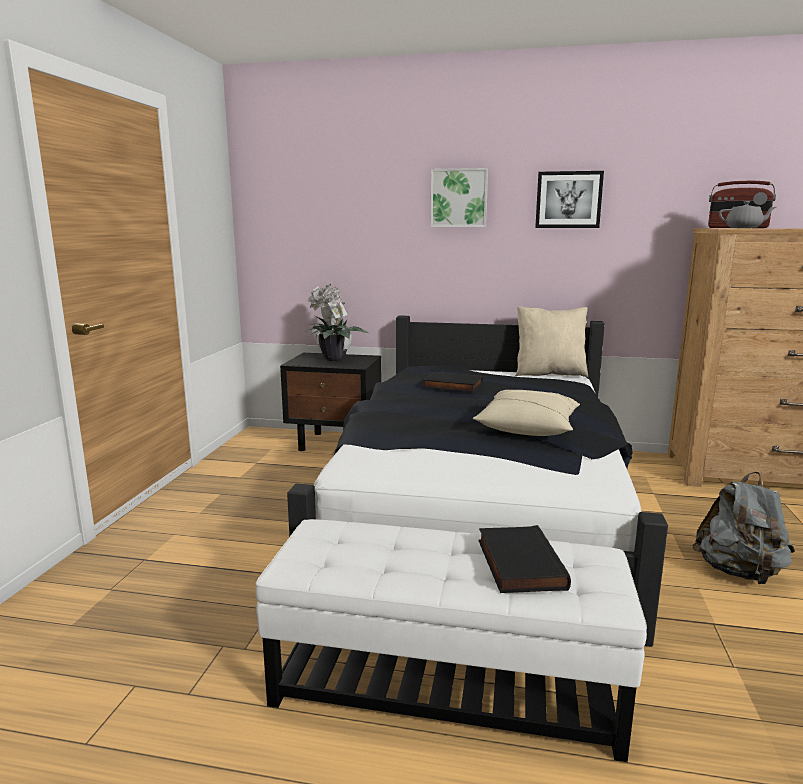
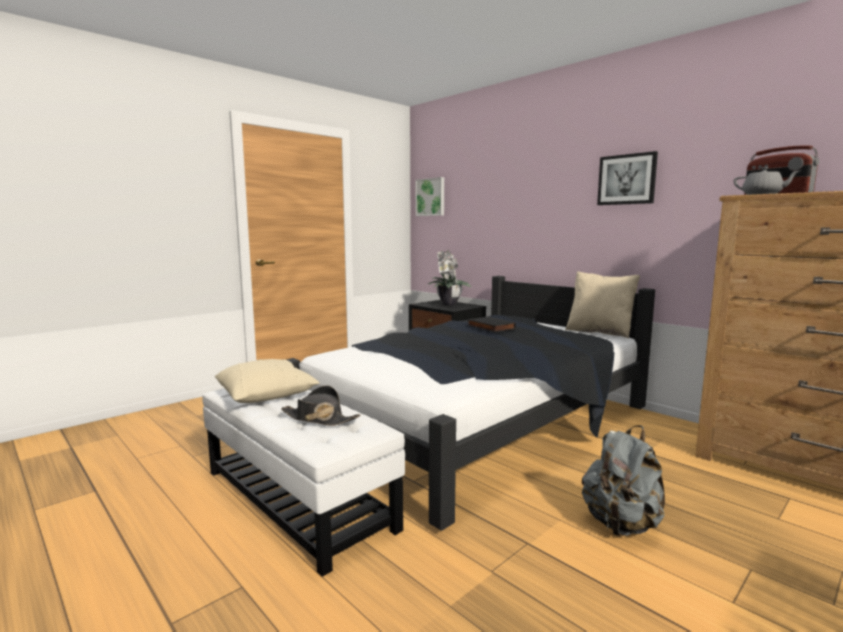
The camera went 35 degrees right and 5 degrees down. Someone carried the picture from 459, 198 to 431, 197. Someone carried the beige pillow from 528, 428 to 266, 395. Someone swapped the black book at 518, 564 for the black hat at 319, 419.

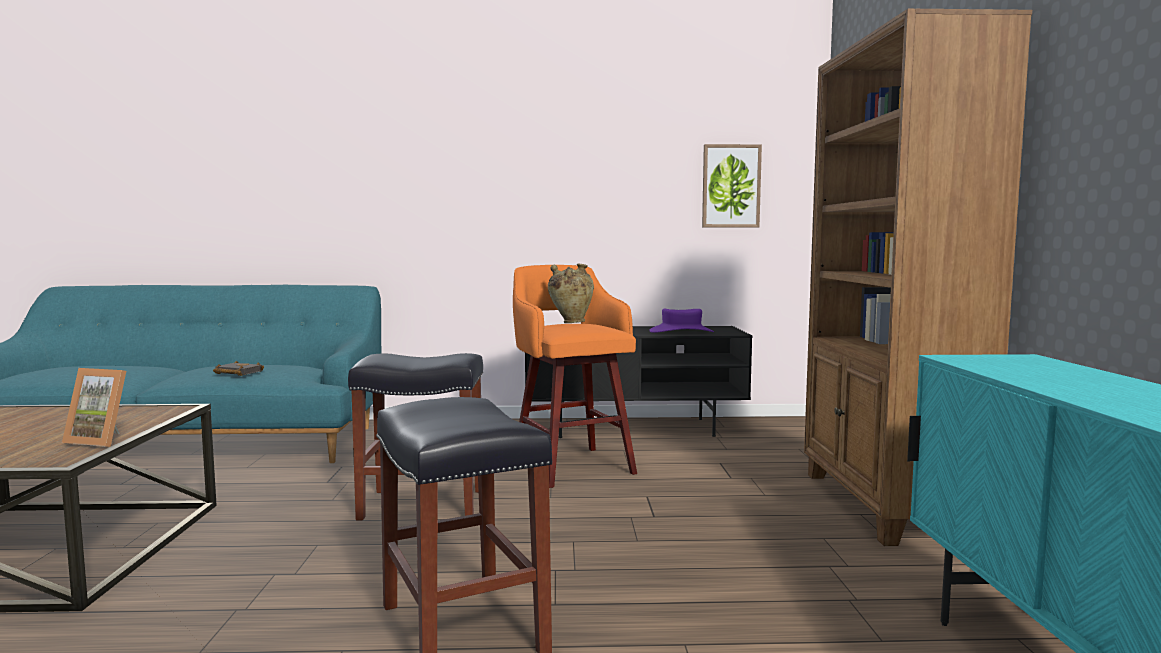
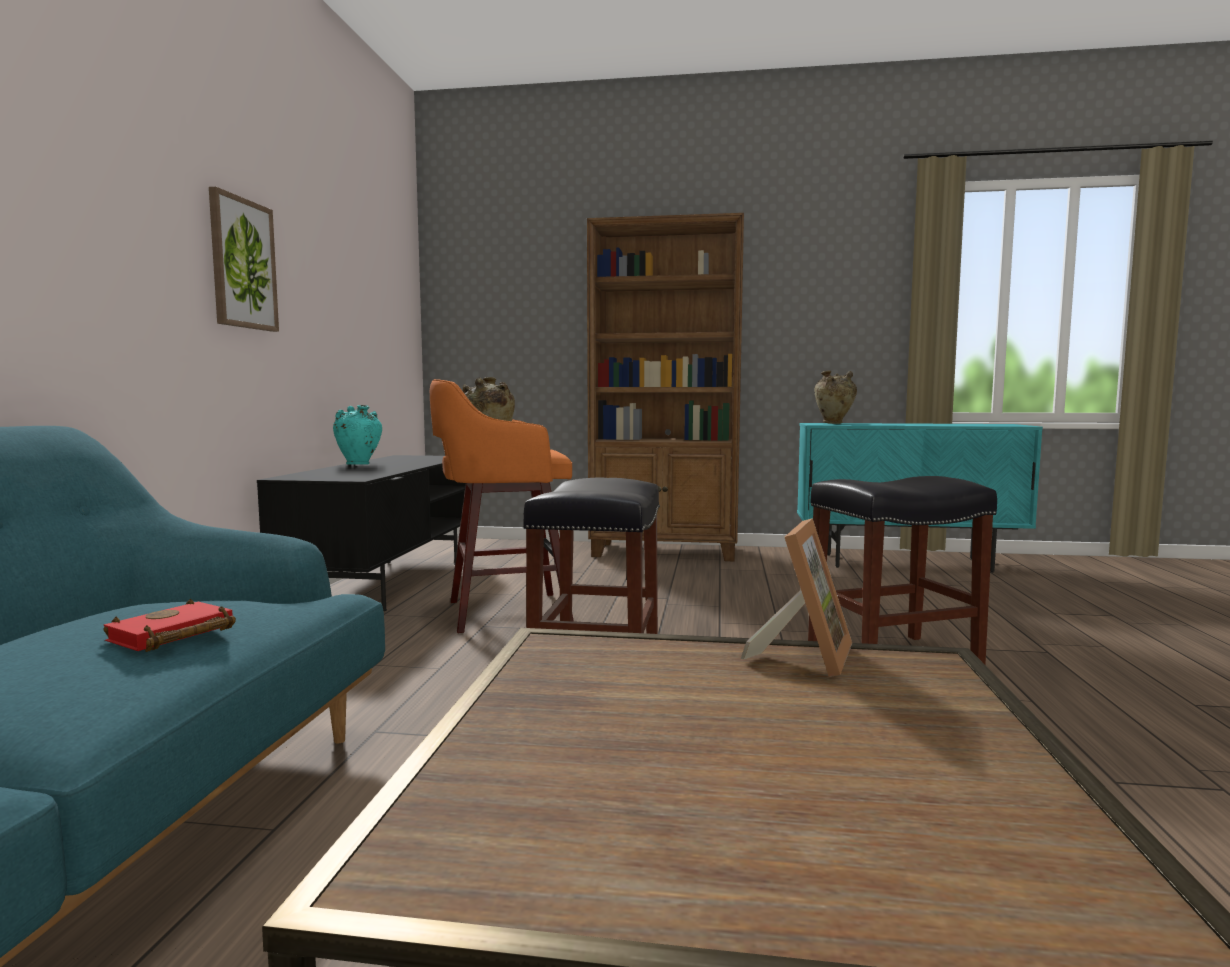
The camera went 80 degrees left and 0 degrees up. Someone took away the purple hat at 681, 331. Someone put down the turquoise vase at 359, 465. Someone put down the beige vase at 834, 423. Someone carried the picture from 731, 186 to 242, 264. Someone repainted the black book at 236, 373, which became the red book at 171, 636.

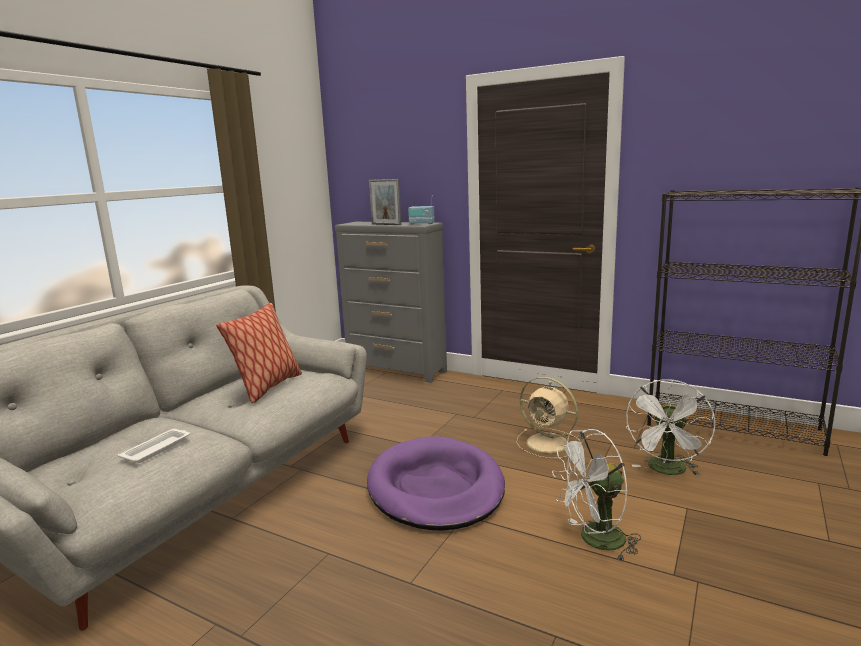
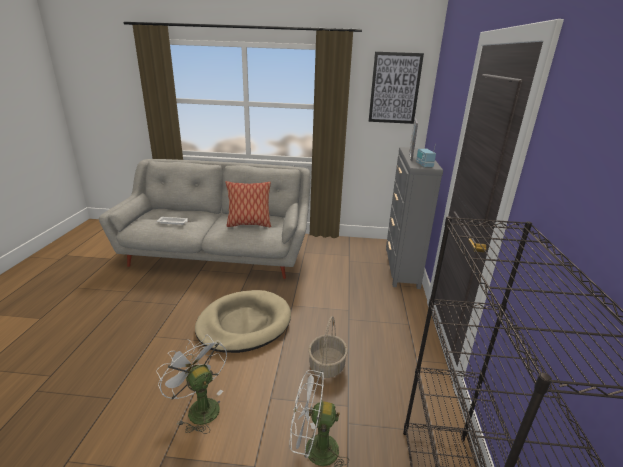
The camera went 65 degrees right and 10 degrees up. Someone put up the picture at 394, 88. Someone swapped the beige fan at 549, 443 for the basket at 327, 366. Someone repainted the purple dog bed at 435, 488, which became the beige dog bed at 244, 324.

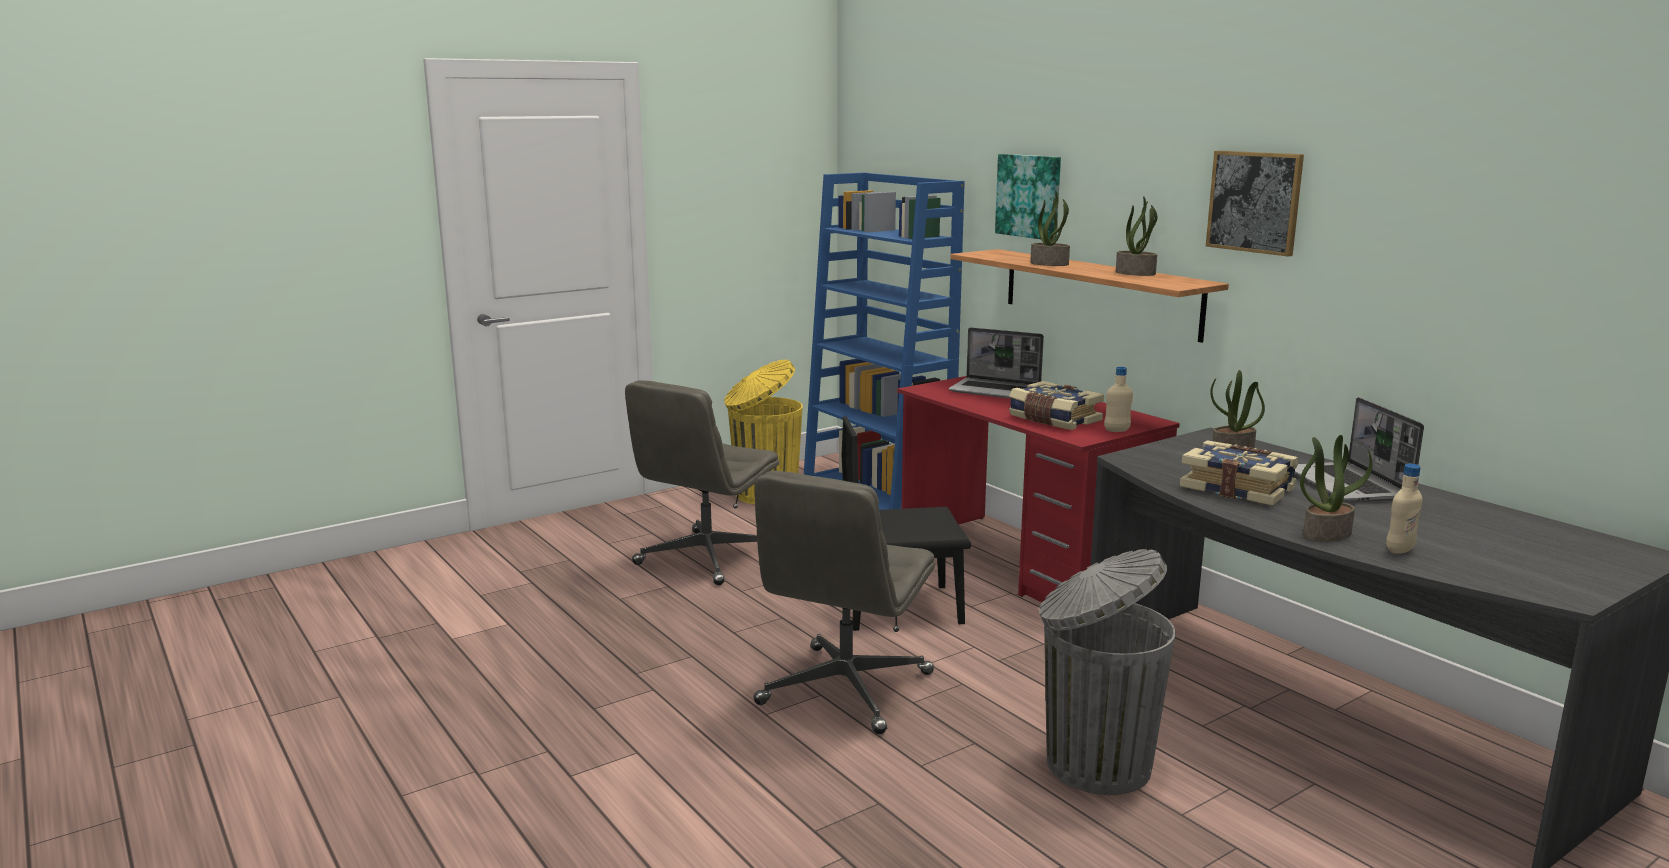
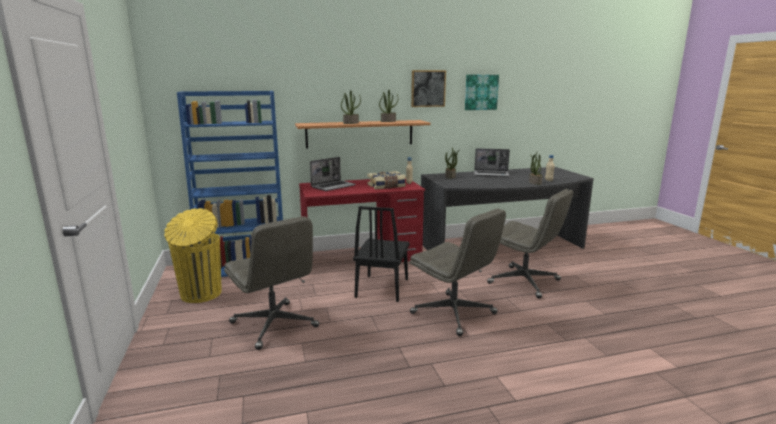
The camera went 70 degrees left and 0 degrees up. Someone took away the book at 1238, 488. Someone carried the picture from 1030, 196 to 480, 92. Someone swapped the grey trash can at 1094, 764 for the grey office chair at 525, 282.

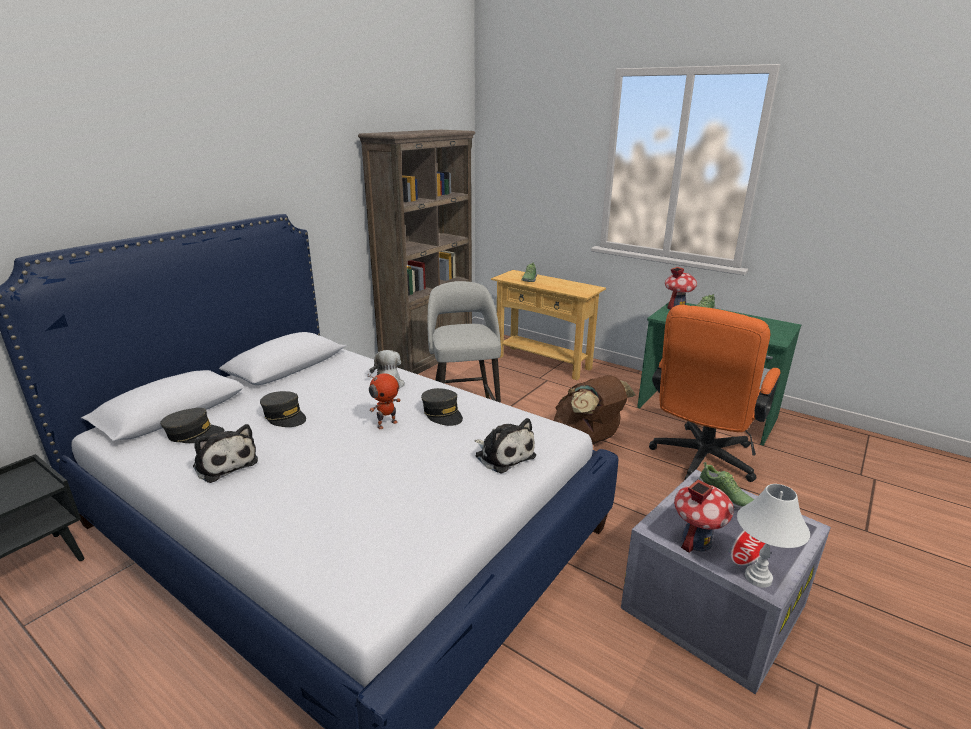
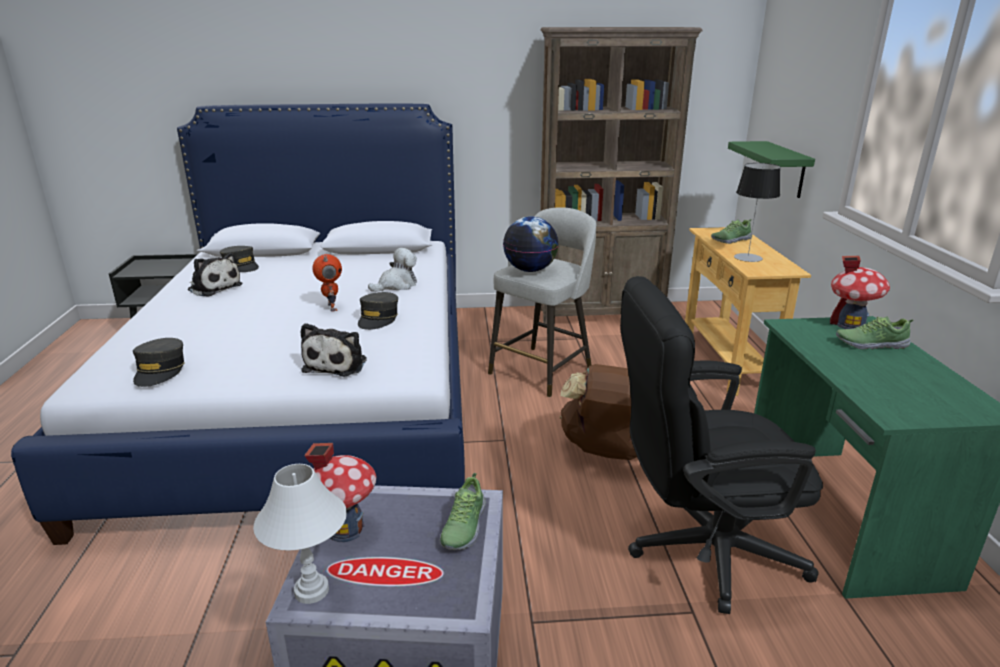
The camera went 50 degrees right and 0 degrees up. Someone put down the globe at 530, 270. Someone put up the green shelf at 786, 169. Someone put down the table lamp at 747, 257. Someone carried the grey cap from 284, 416 to 160, 371. Someone repainted the orange office chair at 700, 461, which became the black office chair at 699, 550. Someone rotated the plush toy at 225, 463 by 60 degrees counterclockwise. Someone rotated the toy robot at 386, 424 by 120 degrees counterclockwise.

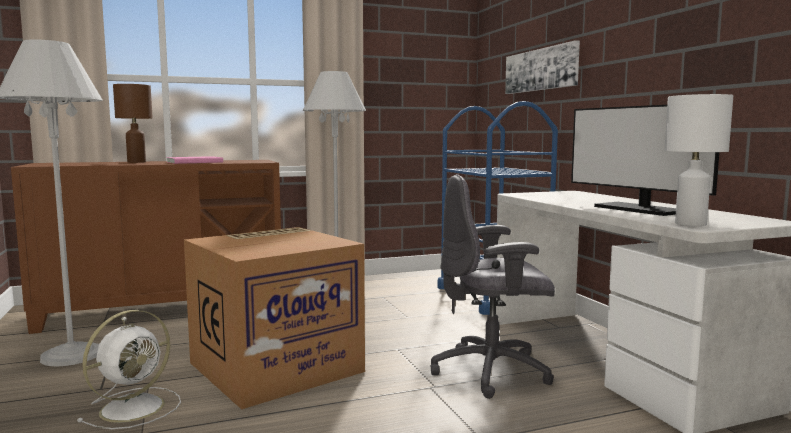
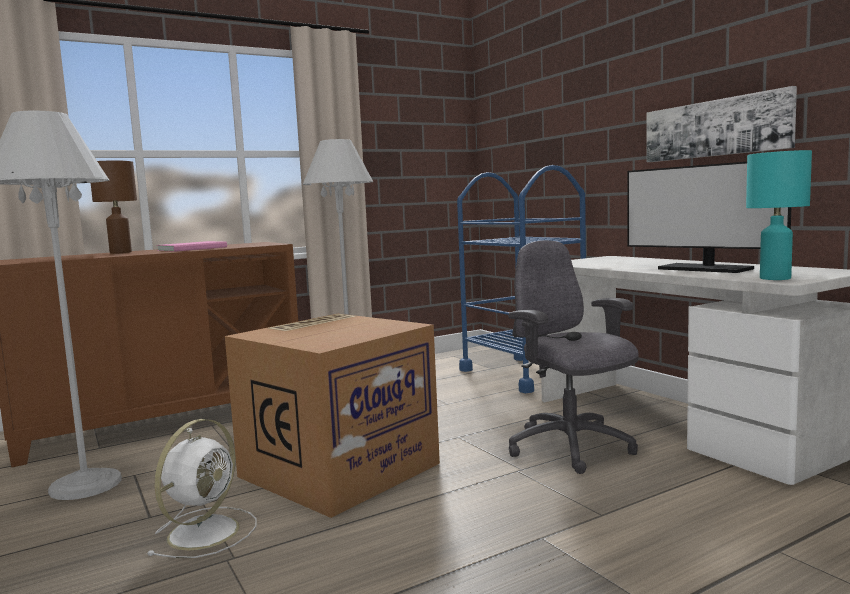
The camera went 10 degrees left and 0 degrees up. Someone carried the picture from 541, 70 to 716, 128. Someone repainted the white table lamp at 691, 224, which became the turquoise table lamp at 776, 278. Someone rotated the grey office chair at 492, 372 by 75 degrees clockwise.

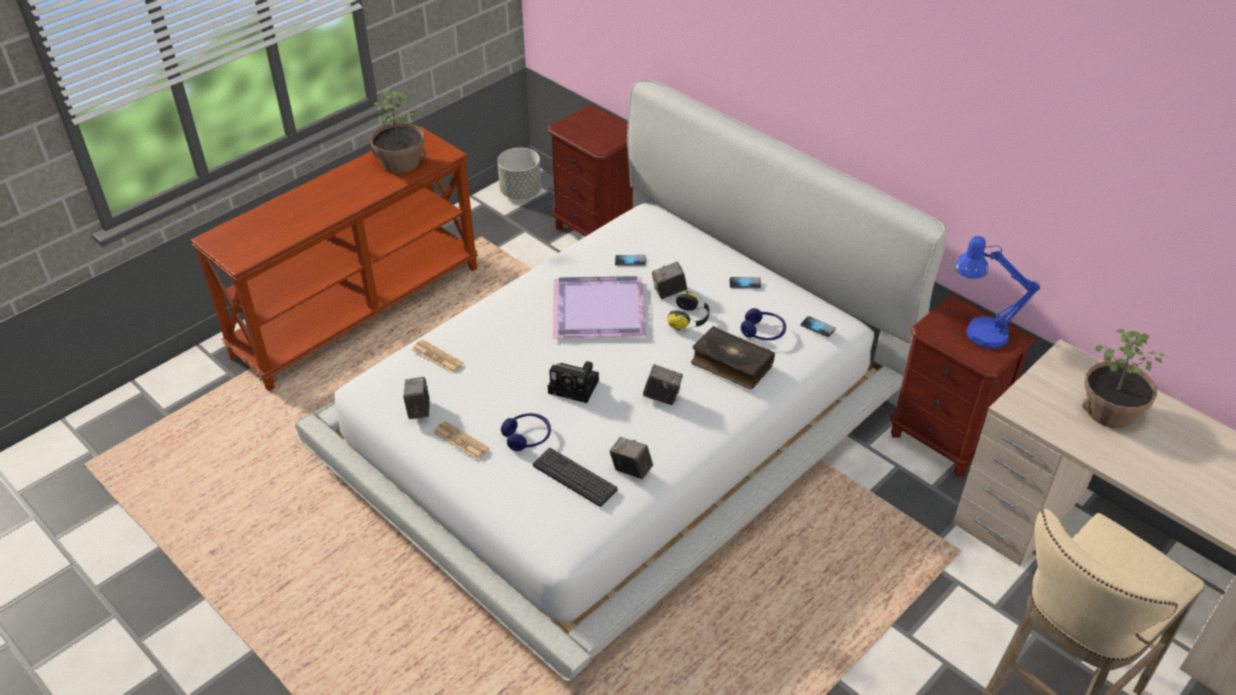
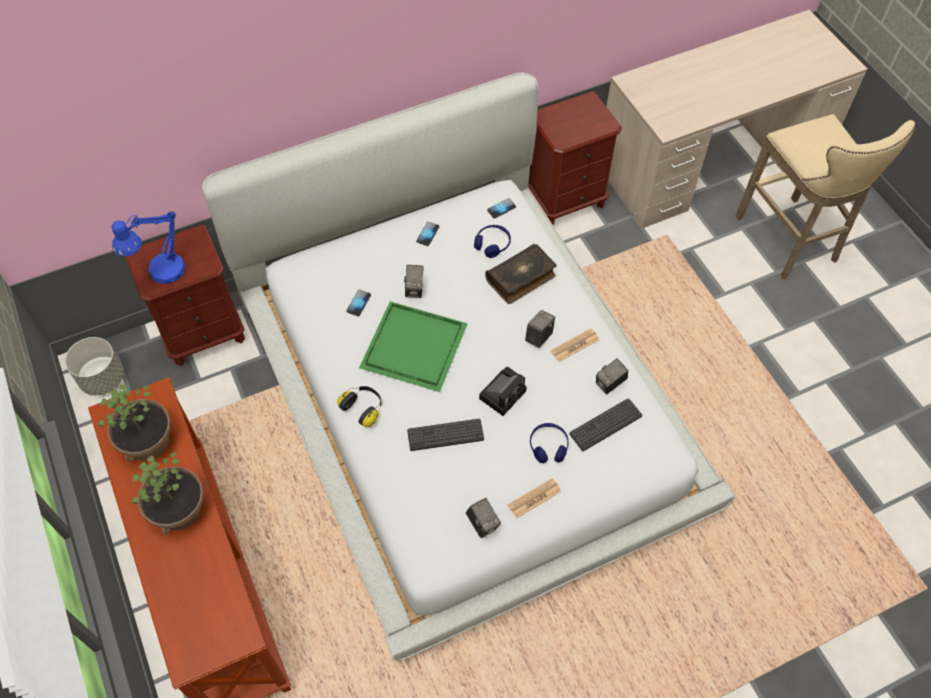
The camera went 70 degrees left and 15 degrees up. Someone put down the keyboard at 445, 435. Someone carried the newspaper from 437, 357 to 575, 345. Someone carried the headphones from 689, 319 to 363, 408. Someone carried the blue table lamp from 977, 332 to 161, 274. Someone carried the potted plant from 1110, 411 to 179, 510. Someone repainted the purple tray at 597, 309, which became the green tray at 412, 348. Someone rotated the photo camera at 418, 409 by 135 degrees counterclockwise.

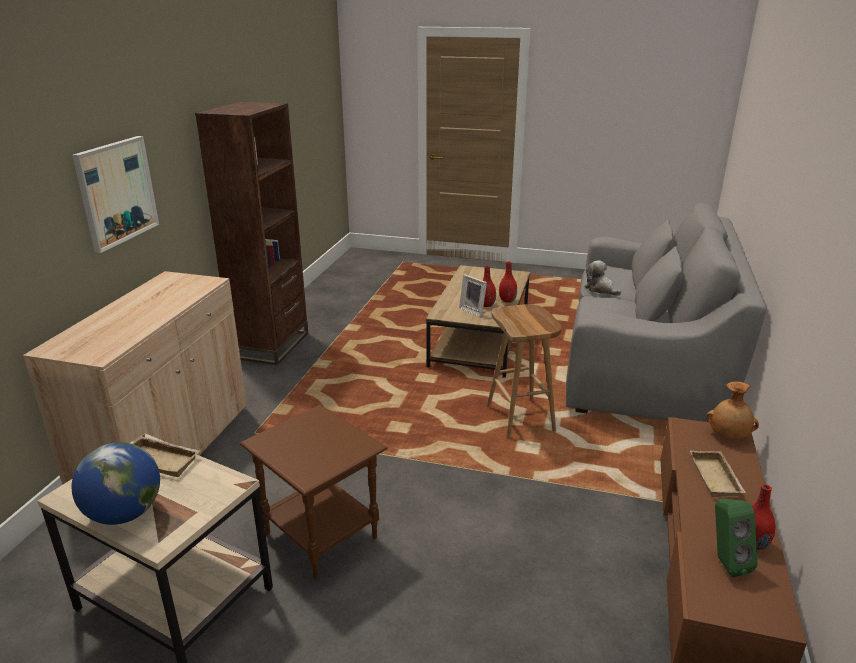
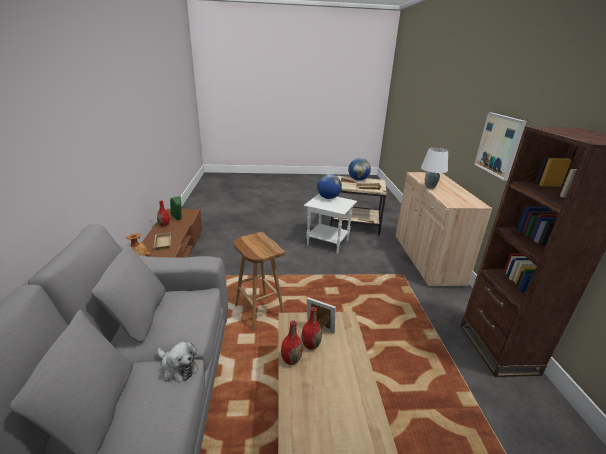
The camera went 160 degrees right and 0 degrees up. Someone put down the globe at 328, 198. Someone put down the white table lamp at 430, 187. Someone repainted the brown side table at 322, 536, which became the white side table at 327, 242.

